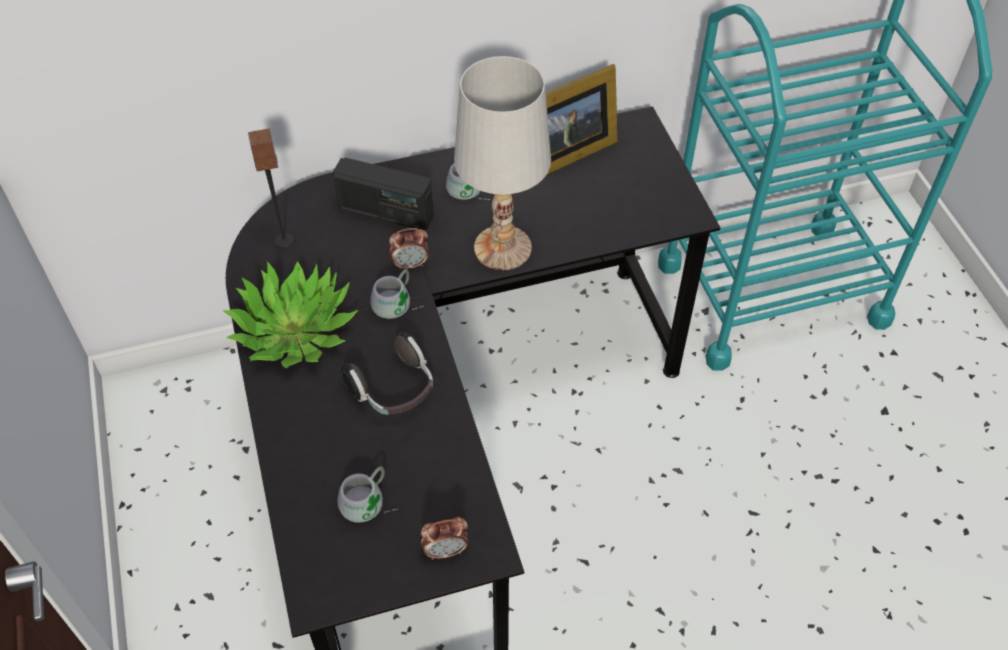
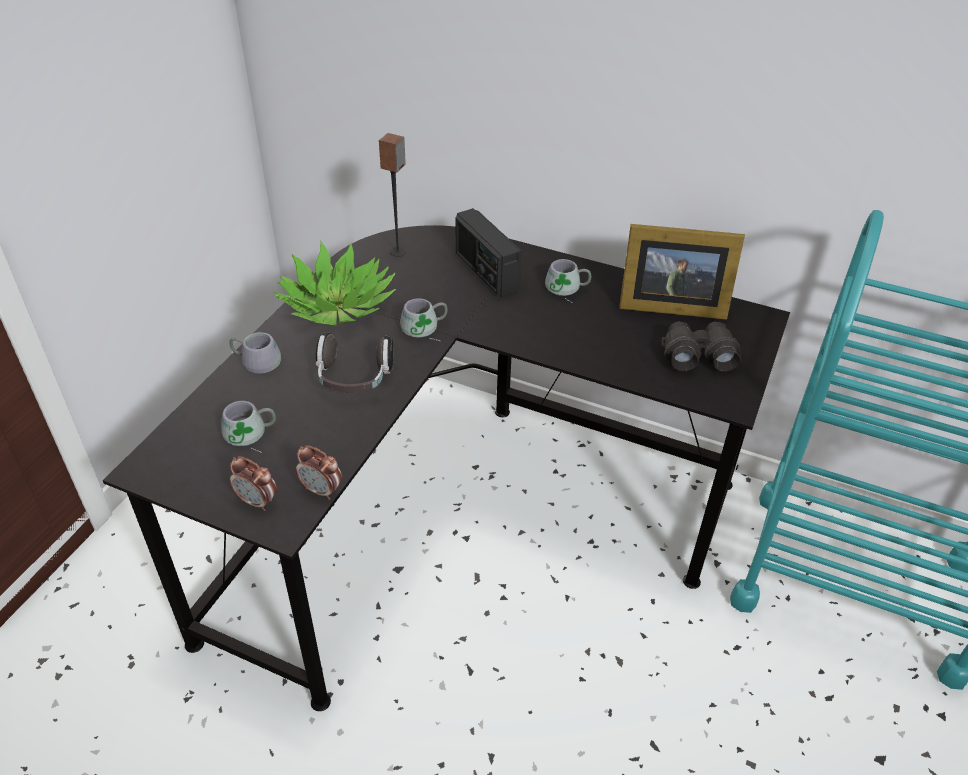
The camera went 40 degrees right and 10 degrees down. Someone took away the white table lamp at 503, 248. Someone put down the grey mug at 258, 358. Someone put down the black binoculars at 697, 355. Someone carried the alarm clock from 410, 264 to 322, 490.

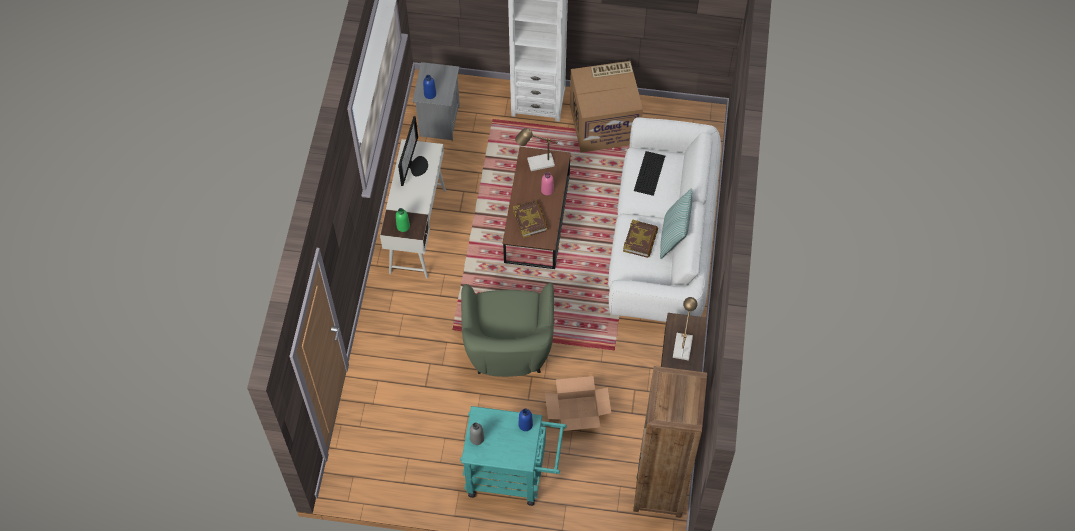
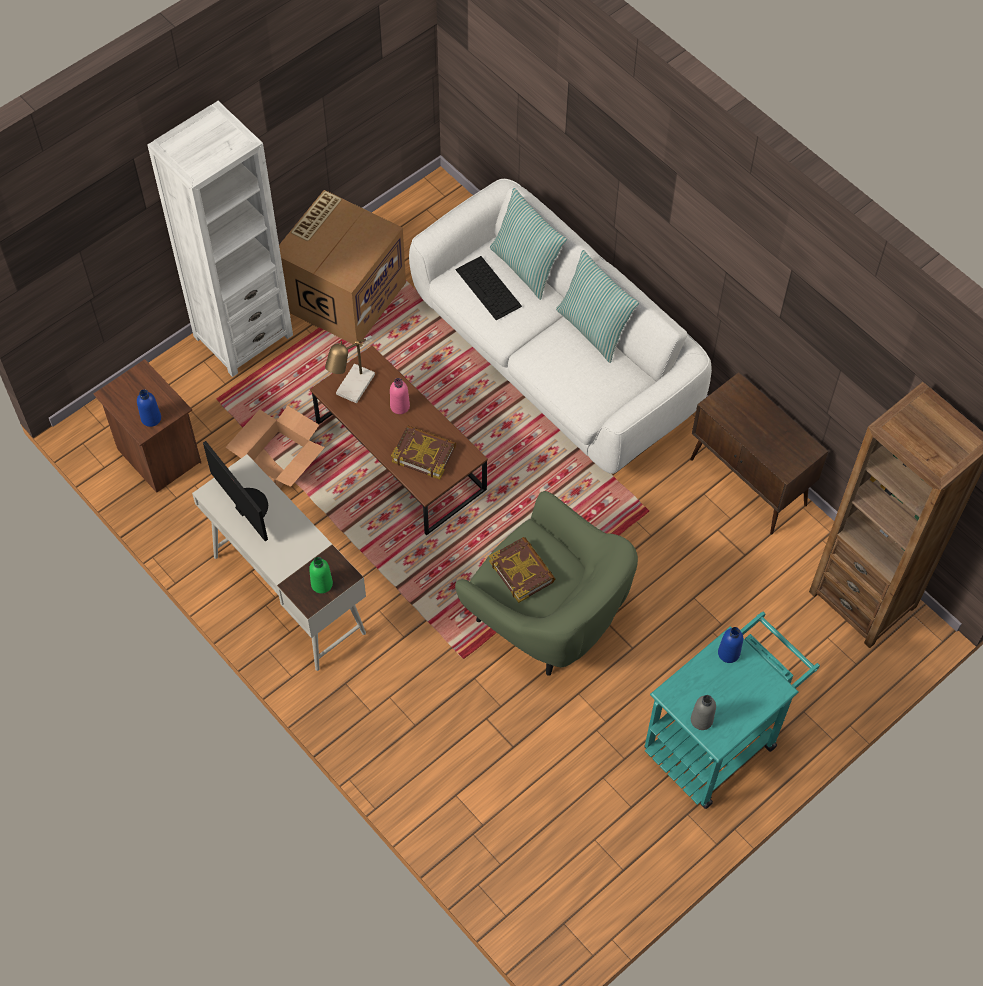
The camera went 50 degrees left and 0 degrees up. Someone took away the table lamp at 682, 343. Someone put down the pillow at 526, 266. Someone carried the cardboard box from 577, 411 to 277, 461. Someone carried the book from 640, 240 to 522, 571. Someone repainted the grey nightstand at 438, 121, which became the brown nightstand at 157, 456.

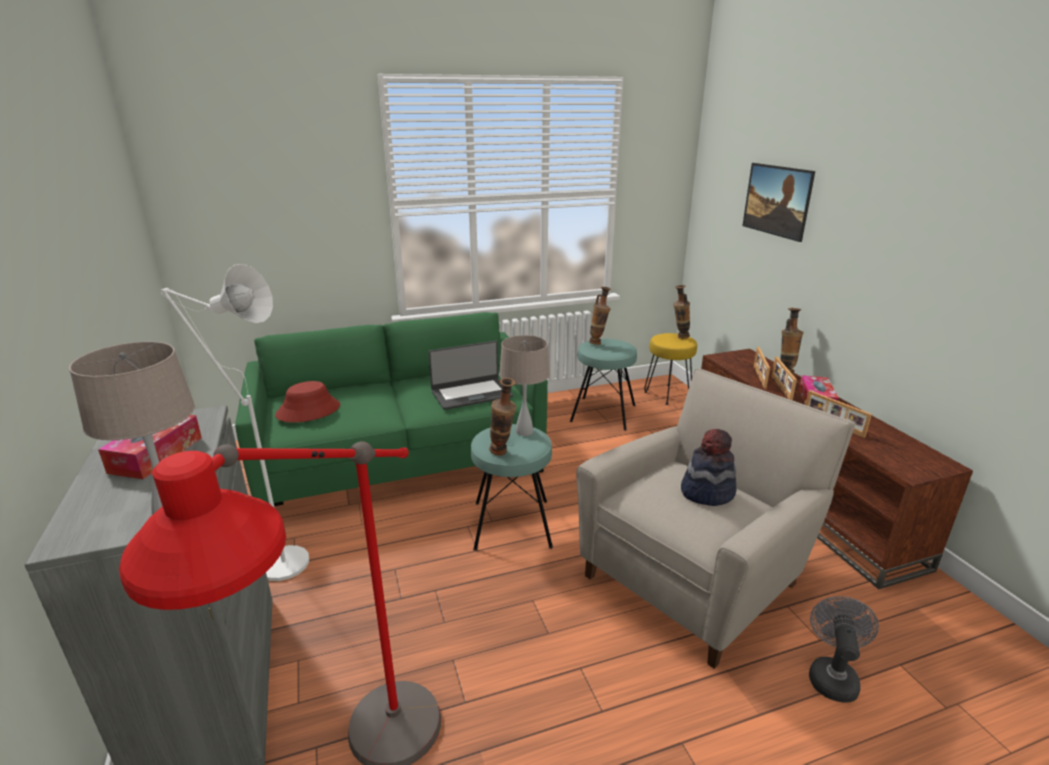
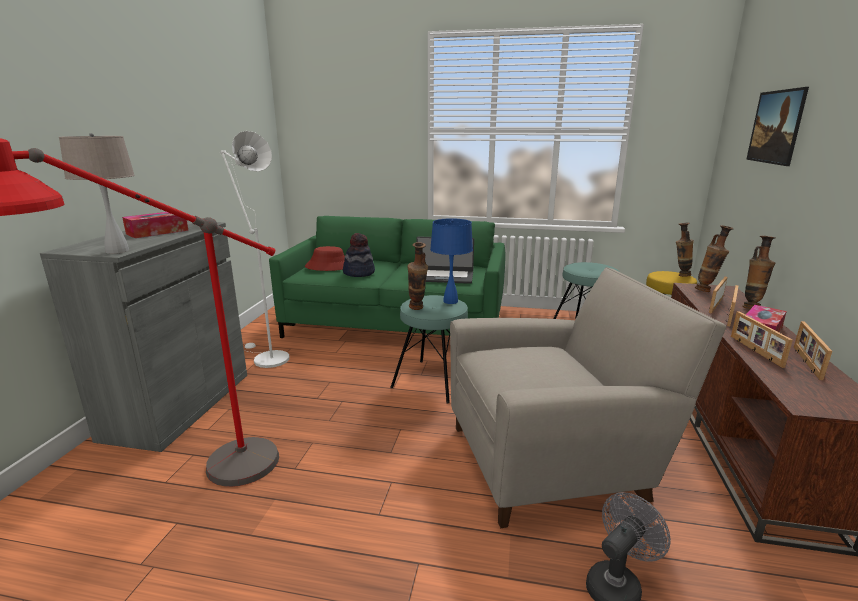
The camera went 30 degrees right and 5 degrees down. Someone put down the picture frame at 805, 362. Someone carried the vase from 598, 343 to 707, 291. Someone carried the hat from 707, 491 to 359, 273. Someone repainted the beige table lamp at 524, 431, which became the blue table lamp at 450, 301.

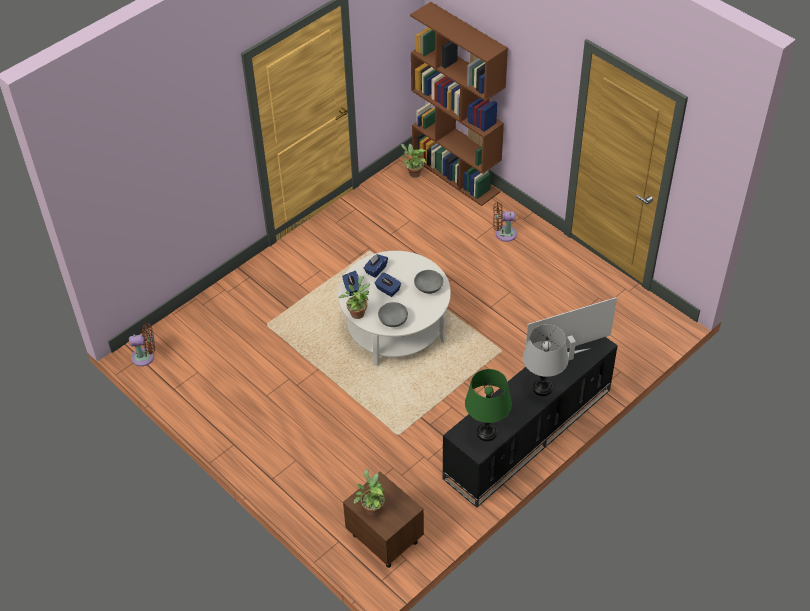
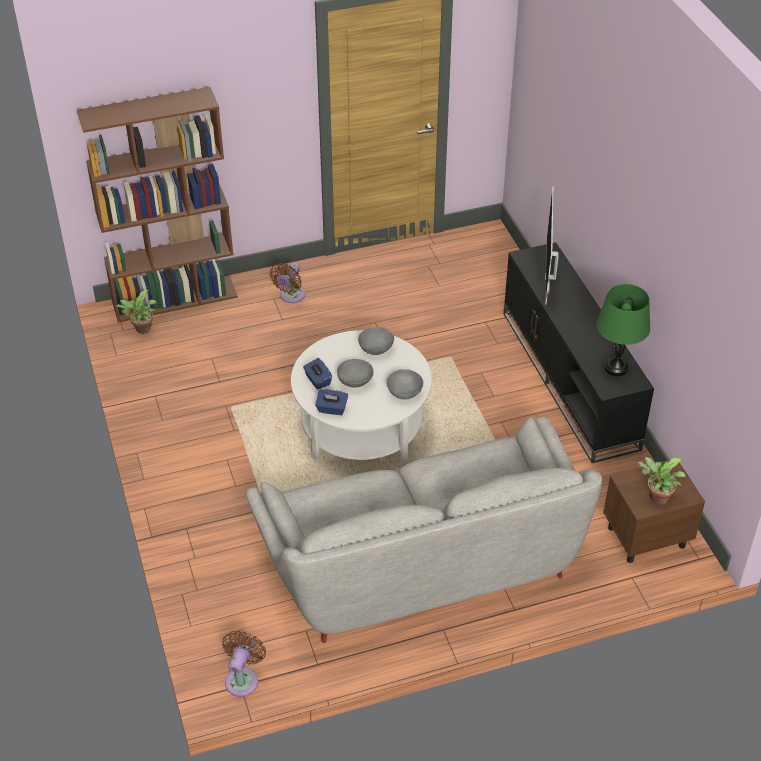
The camera went 65 degrees left and 5 degrees down. Someone took away the potted plant at 357, 312. Someone took away the grey table lamp at 542, 388. Someone put down the grey sofa at 420, 559. Someone swapped the blue tissue box at 387, 290 for the grey bowl at 355, 381.

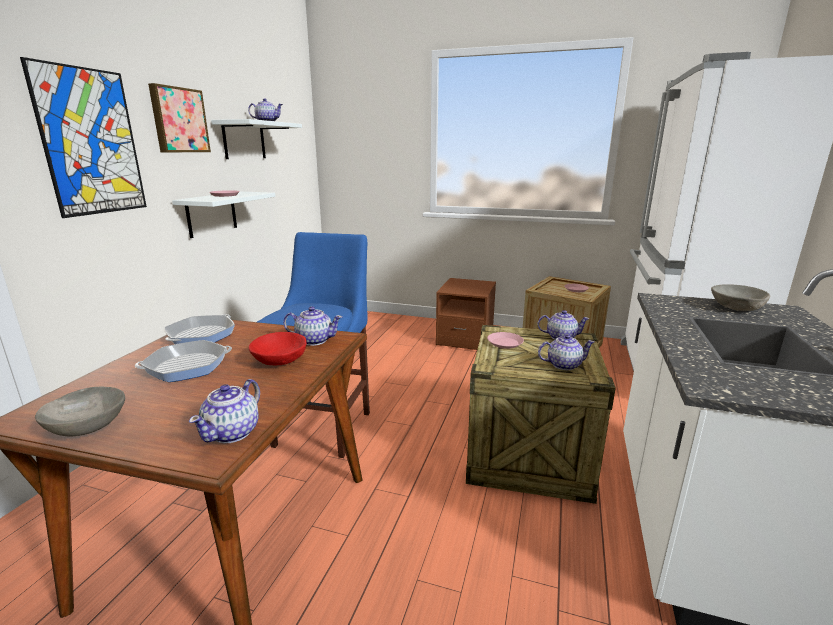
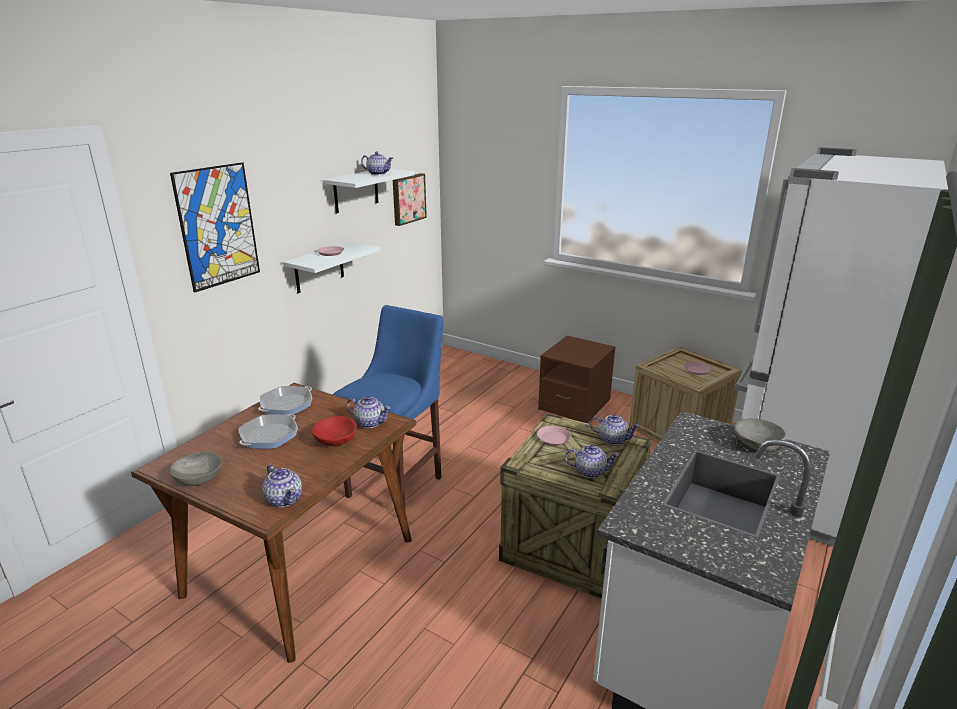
The camera went 15 degrees right and 5 degrees up. Someone carried the picture from 178, 120 to 408, 199. Someone rotated the frying pan at 187, 366 by 135 degrees clockwise. Someone rotated the teapot at 233, 432 by 75 degrees counterclockwise.

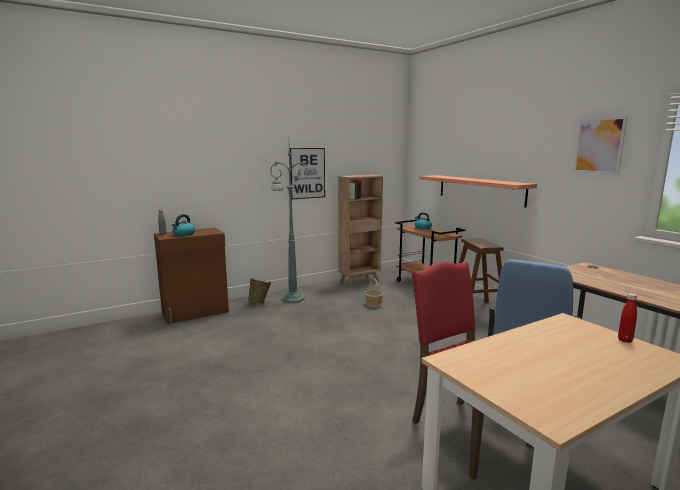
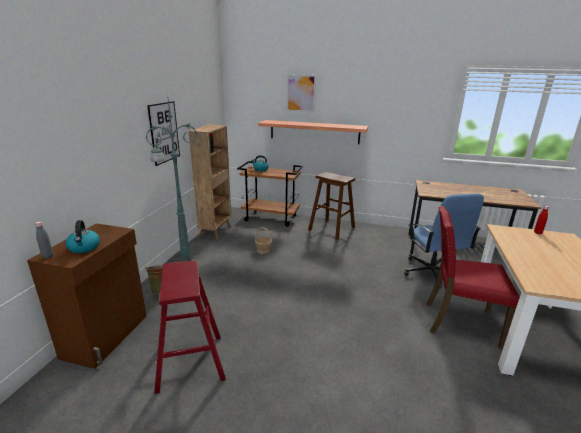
The camera went 45 degrees left and 10 degrees up. Someone put down the red stool at 190, 362. Someone carried the picture from 599, 145 to 301, 93.

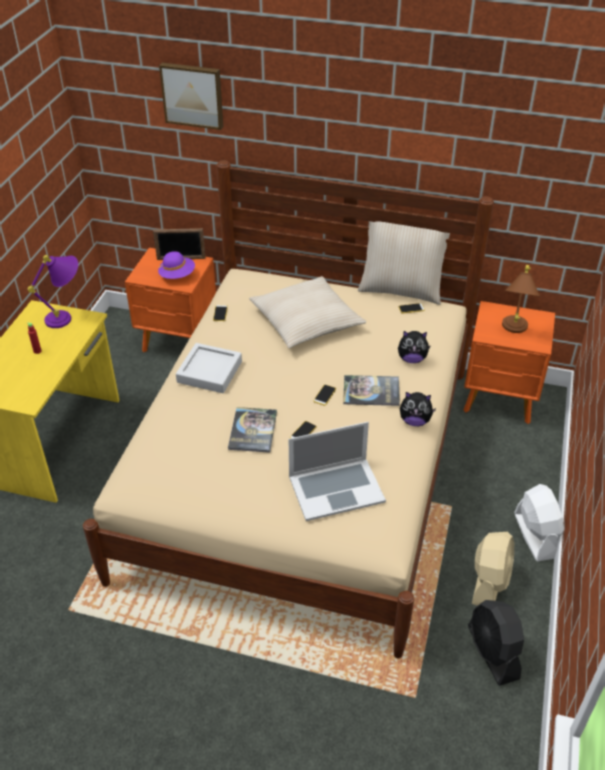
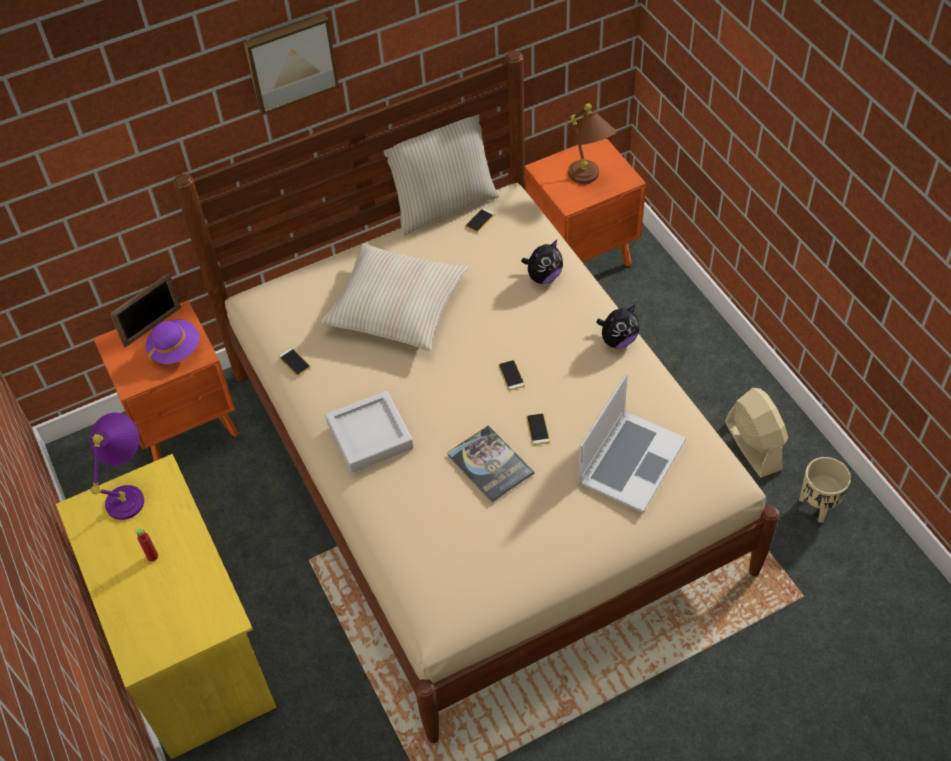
The camera went 40 degrees left and 10 degrees up. Someone took away the book at 371, 391. Someone took away the white fan at 534, 535. Someone carried the picture from 193, 95 to 290, 62. Someone swapped the black fan at 493, 652 for the beige planter at 818, 506.

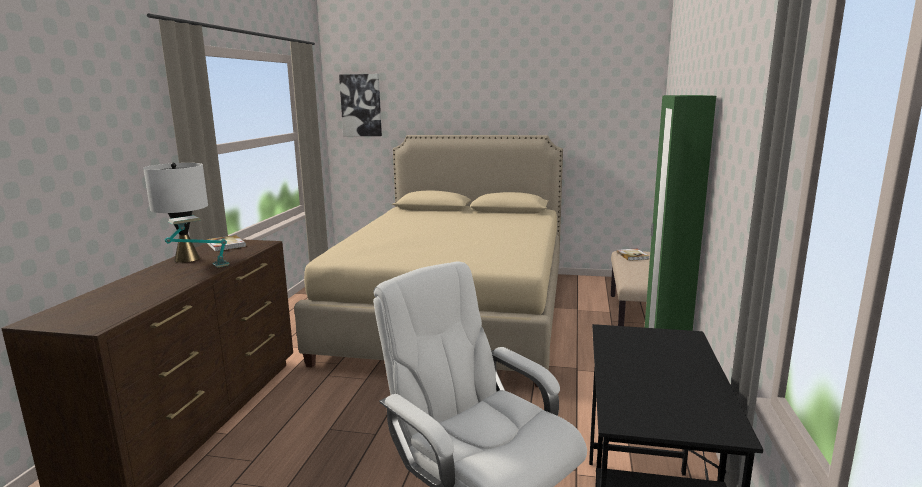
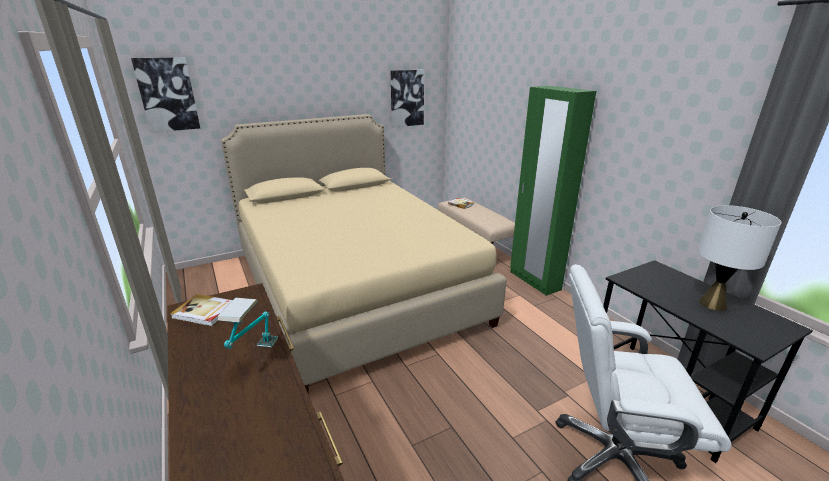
The camera went 40 degrees left and 10 degrees up. Someone put up the picture at 406, 98. Someone carried the white table lamp from 187, 259 to 712, 304.

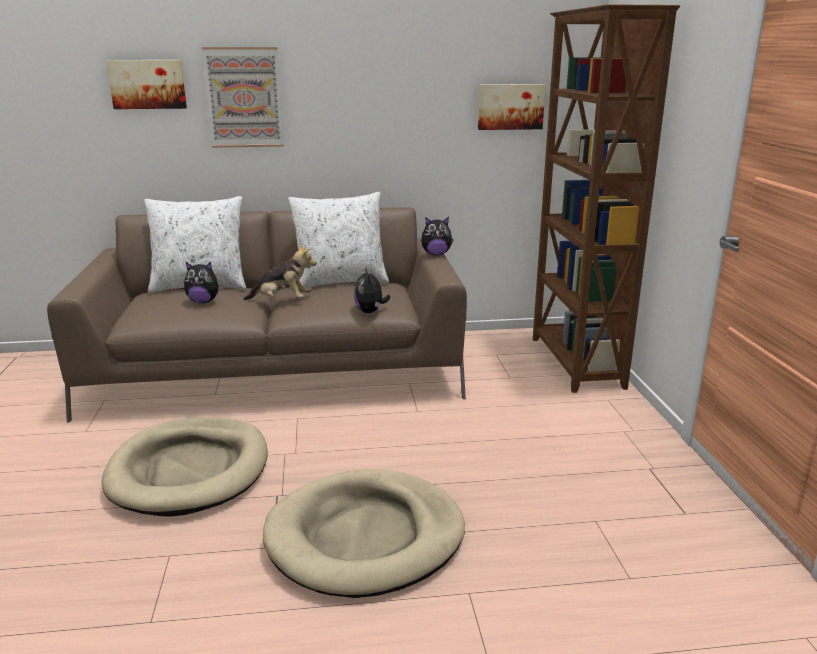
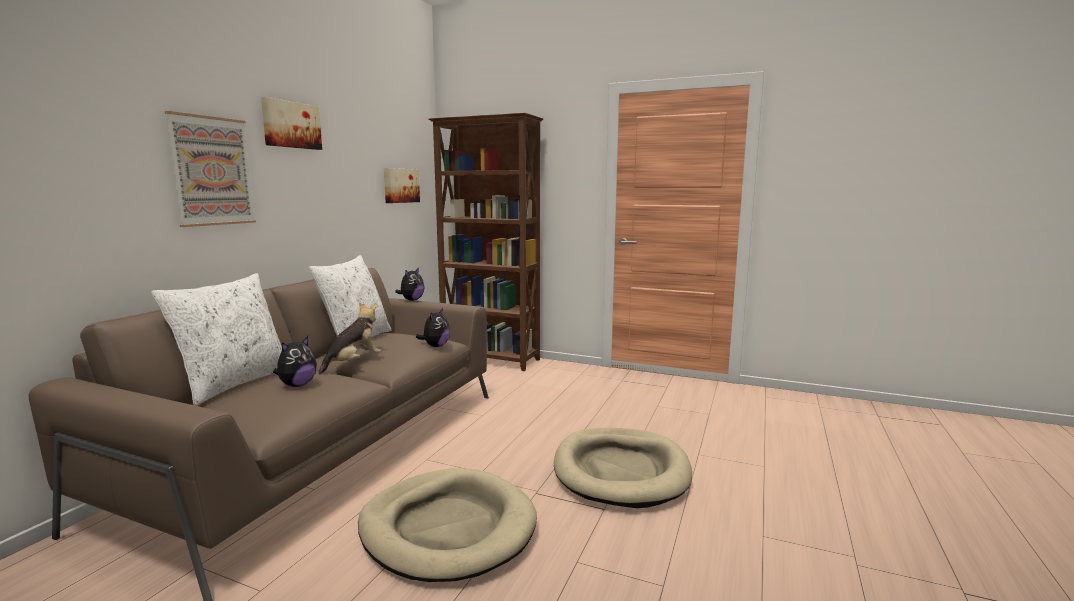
The camera went 60 degrees left and 10 degrees down. Someone carried the picture from 148, 84 to 291, 125. Someone rotated the plush toy at 370, 312 by 90 degrees counterclockwise.

